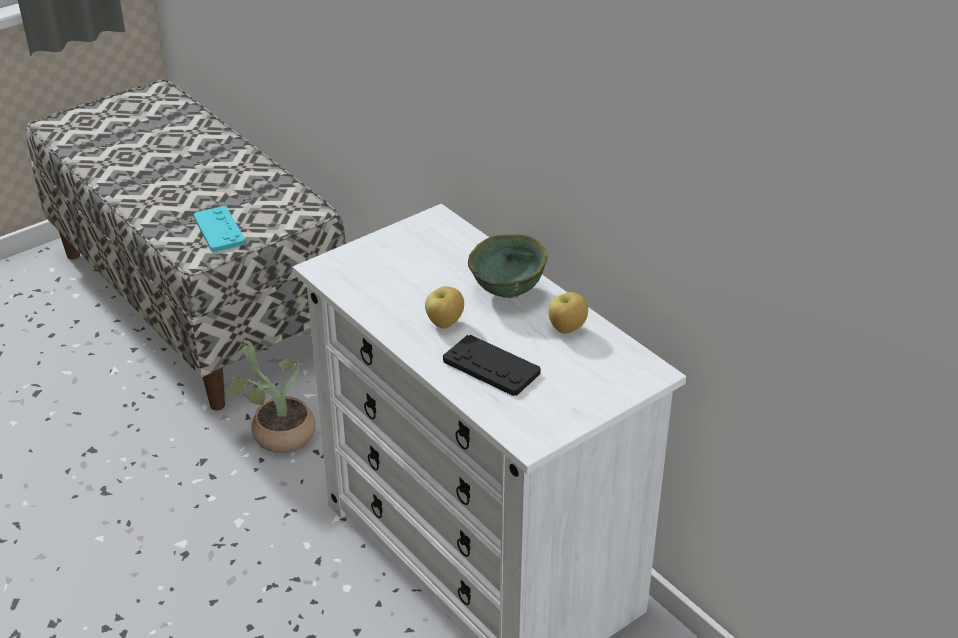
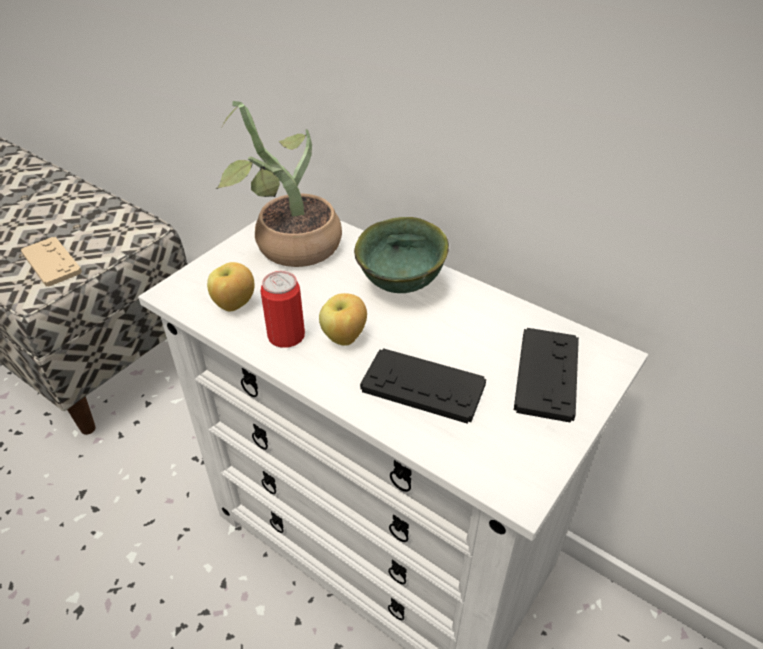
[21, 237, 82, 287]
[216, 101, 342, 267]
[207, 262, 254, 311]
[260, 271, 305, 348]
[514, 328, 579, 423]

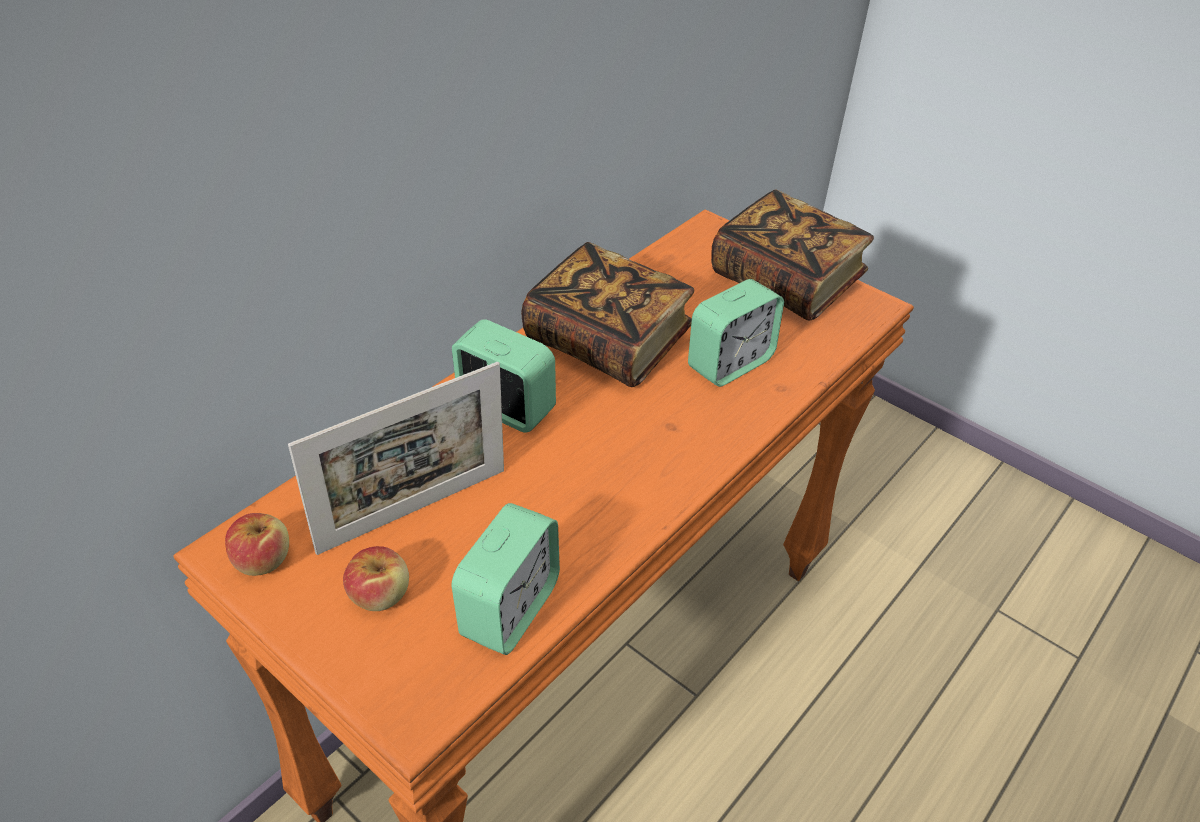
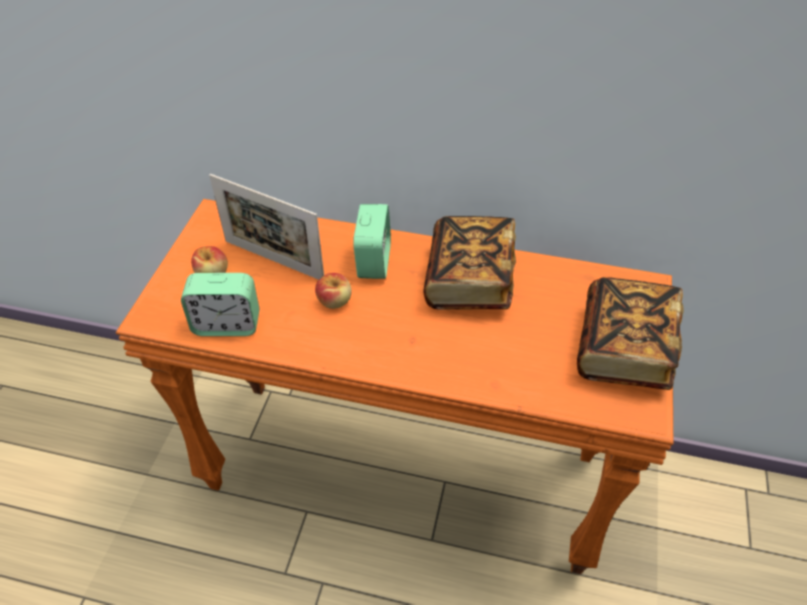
[315, 273, 352, 309]
[688, 279, 784, 387] (first image)

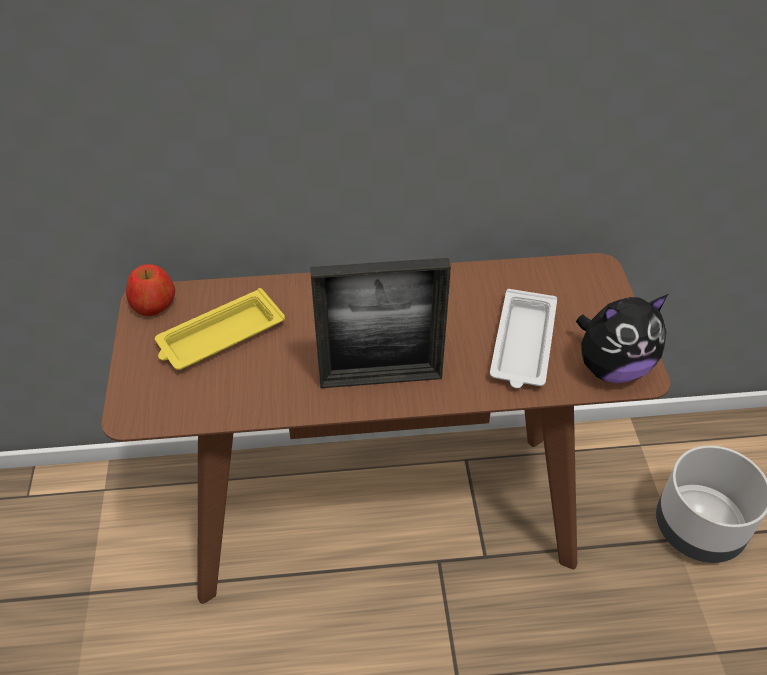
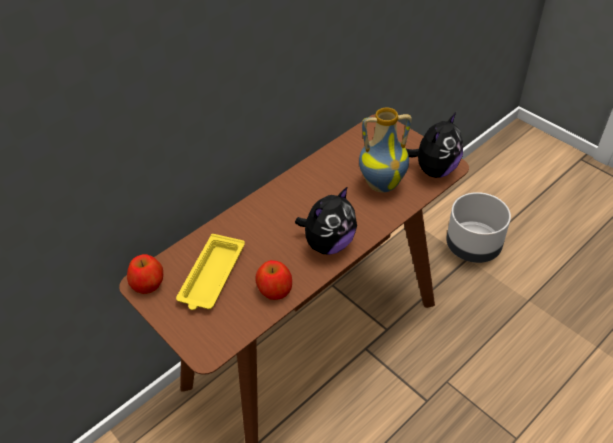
[295, 186, 357, 255]
[359, 107, 412, 192]
[255, 260, 292, 300]

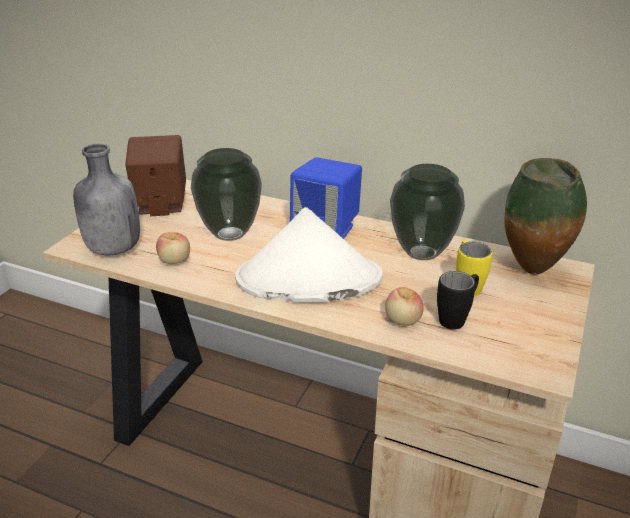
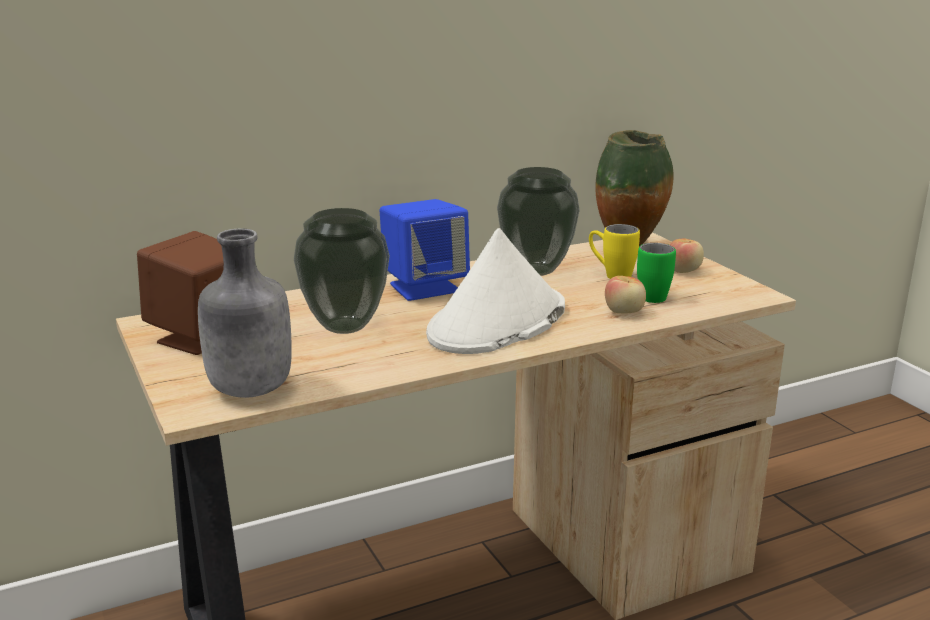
[669, 238, 704, 273]
[637, 243, 676, 303]

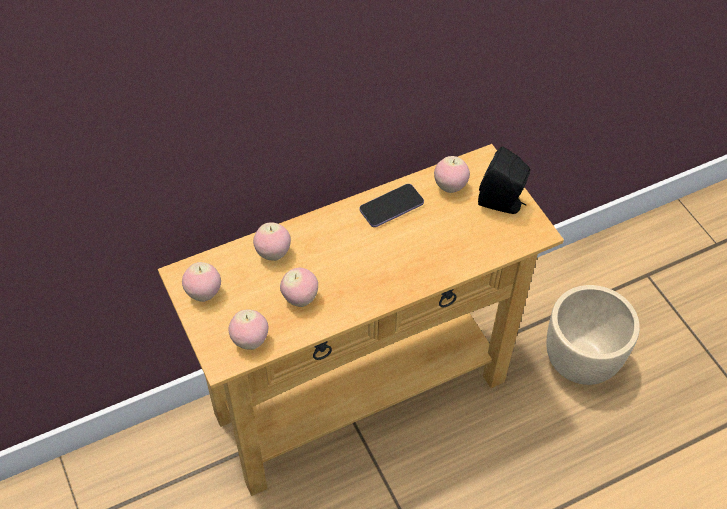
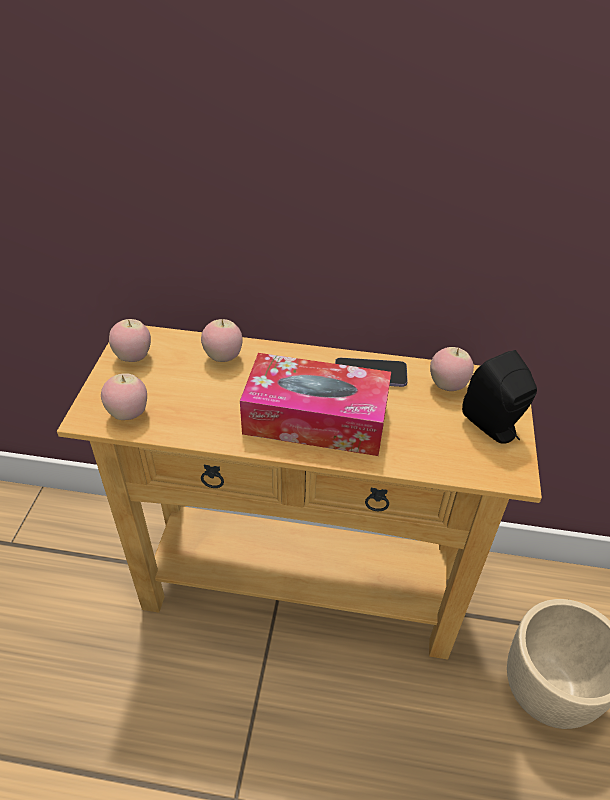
[280, 268, 318, 307] (first image)
[240, 353, 391, 456]

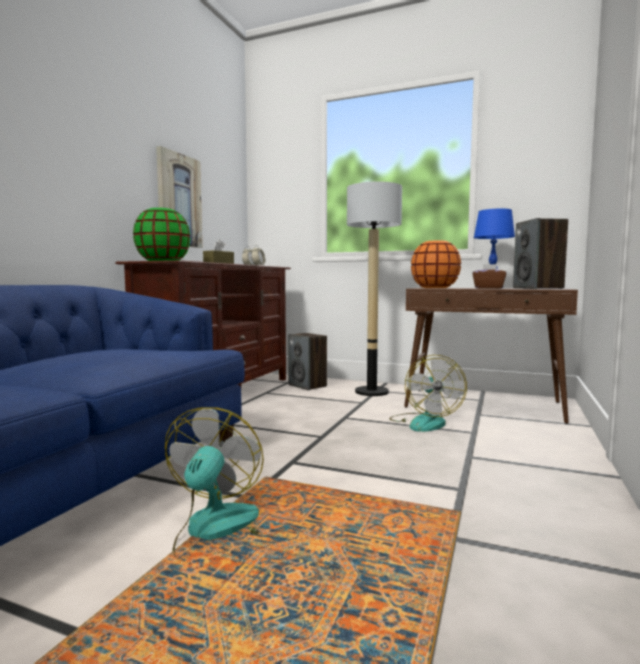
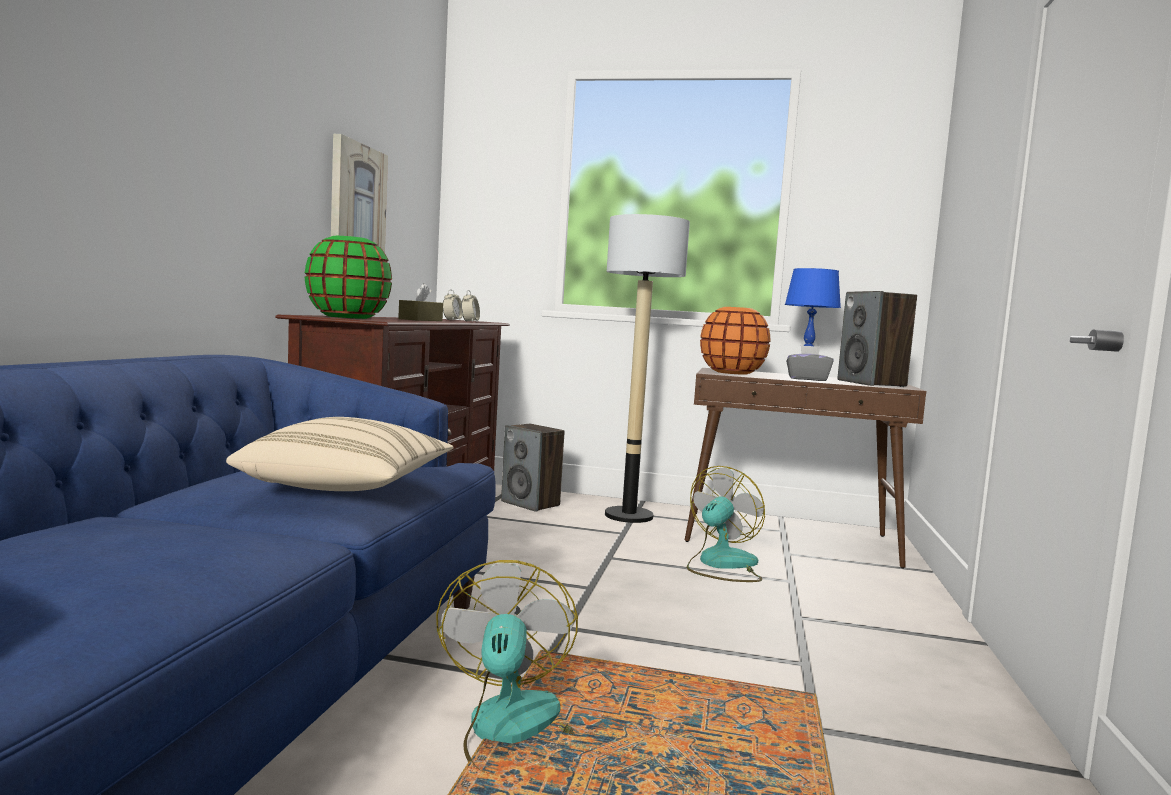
[687, 466, 765, 582]
[786, 345, 834, 381]
[226, 417, 453, 491]

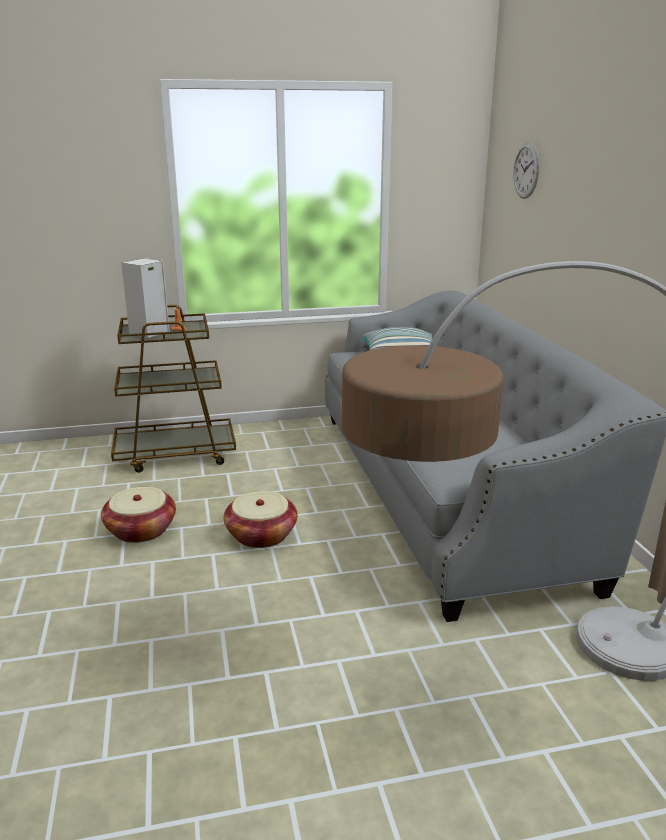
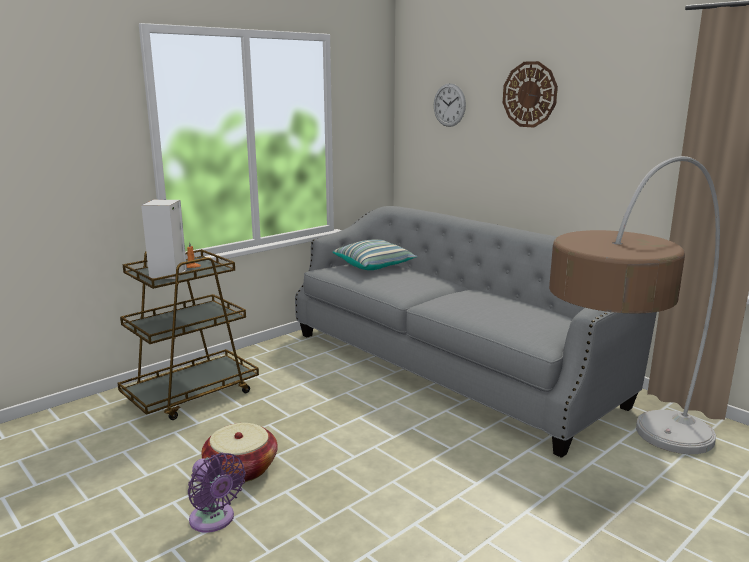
[224, 491, 298, 548] (first image)
[188, 453, 246, 533]
[503, 61, 558, 128]

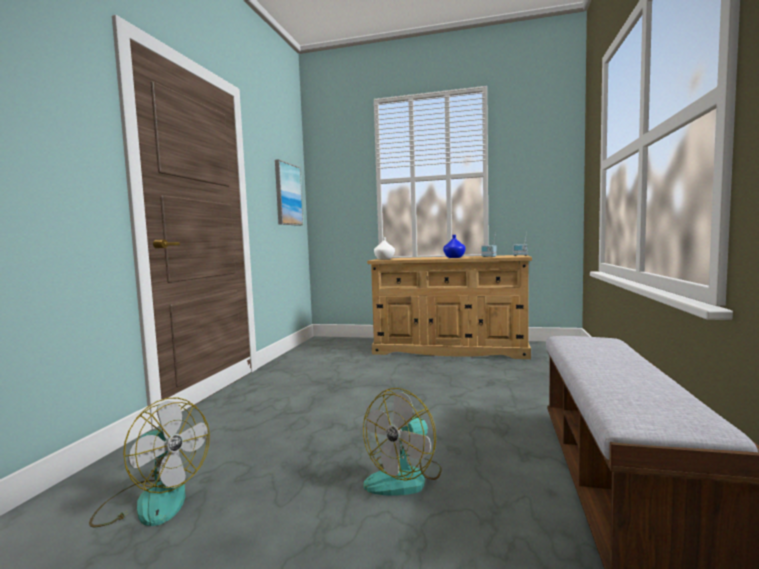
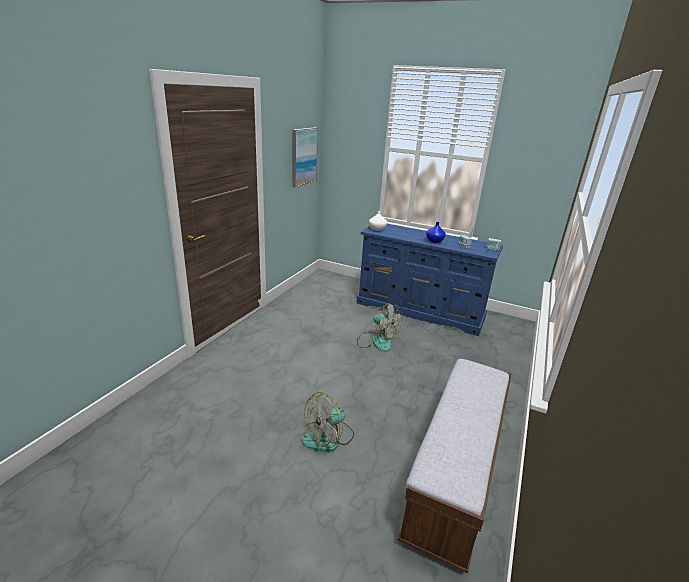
[357, 303, 402, 352]
[356, 224, 503, 336]

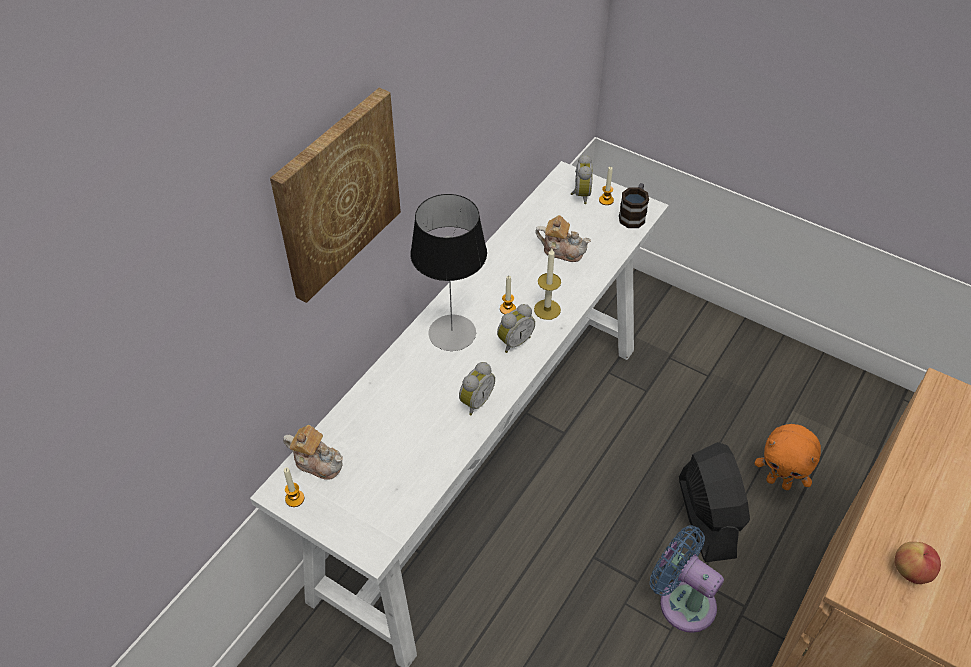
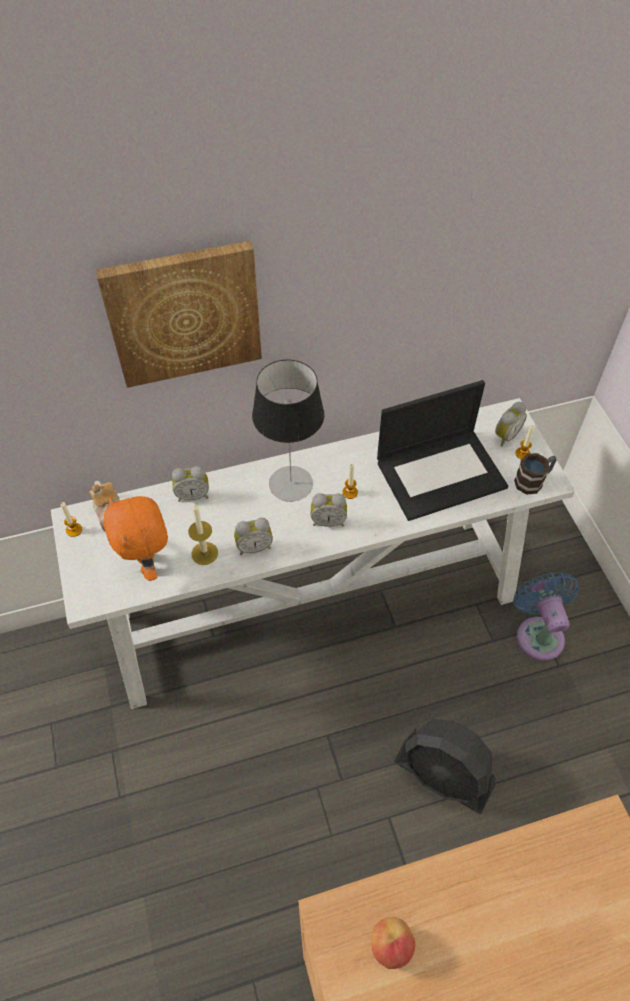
[188, 503, 218, 565]
[377, 380, 508, 521]
[513, 572, 579, 661]
[394, 719, 495, 814]
[103, 496, 168, 581]
[172, 466, 209, 502]

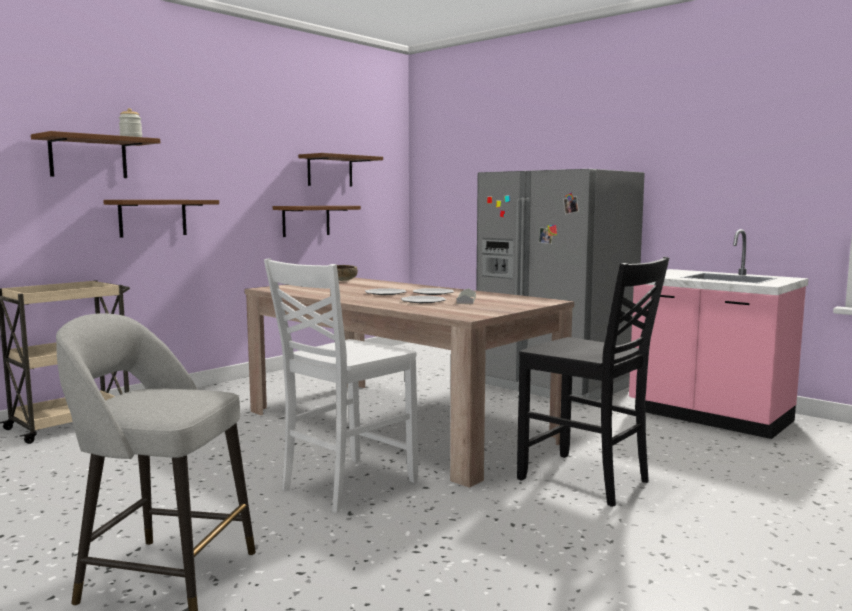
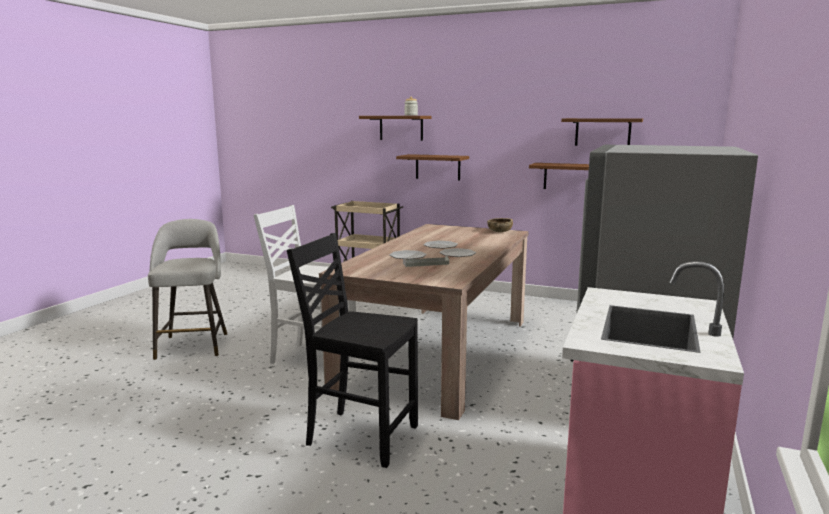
[287, 233, 418, 468]

